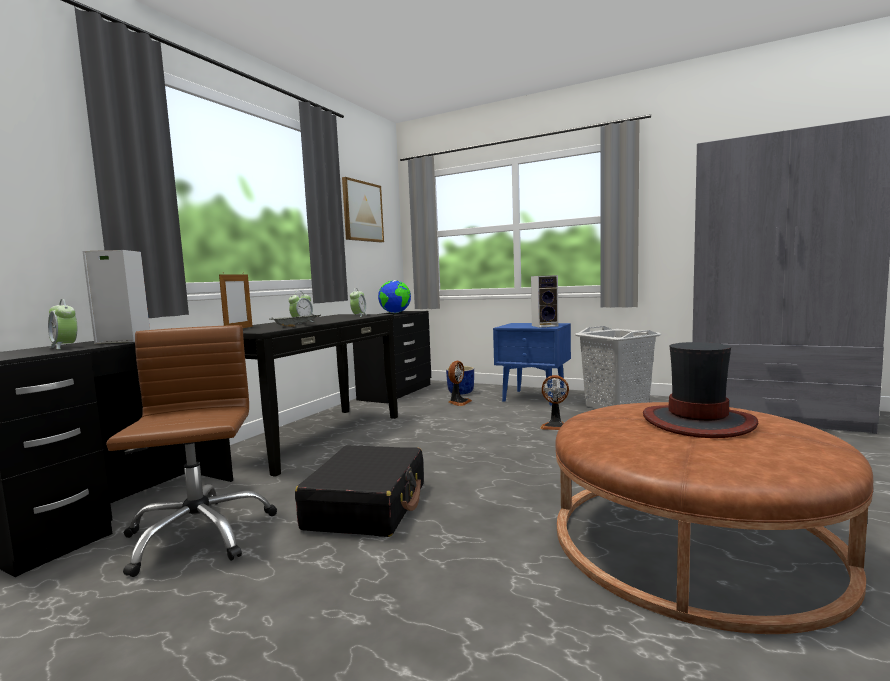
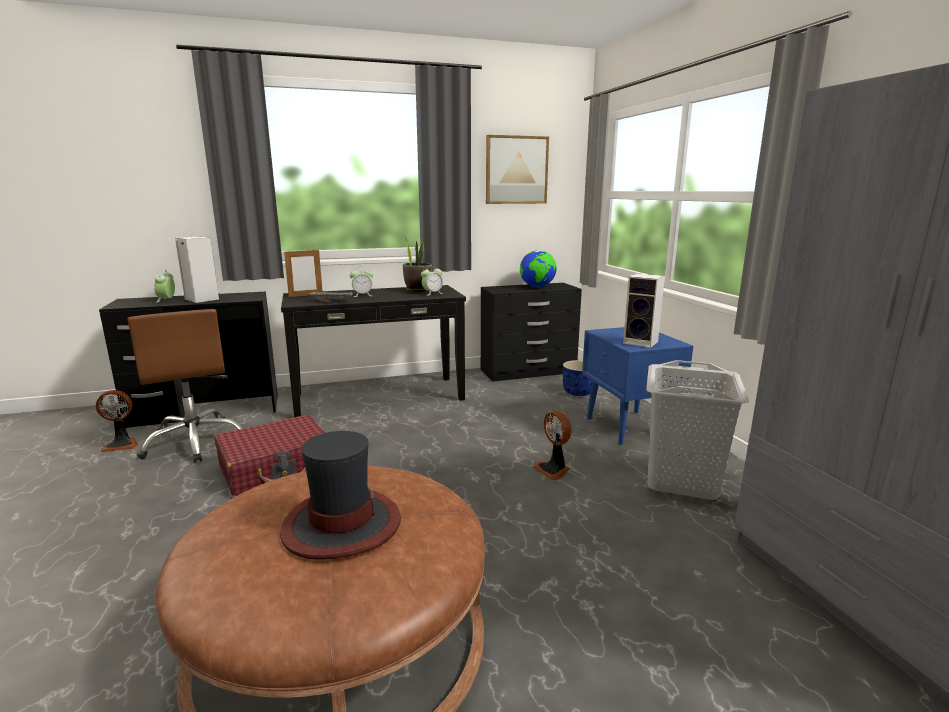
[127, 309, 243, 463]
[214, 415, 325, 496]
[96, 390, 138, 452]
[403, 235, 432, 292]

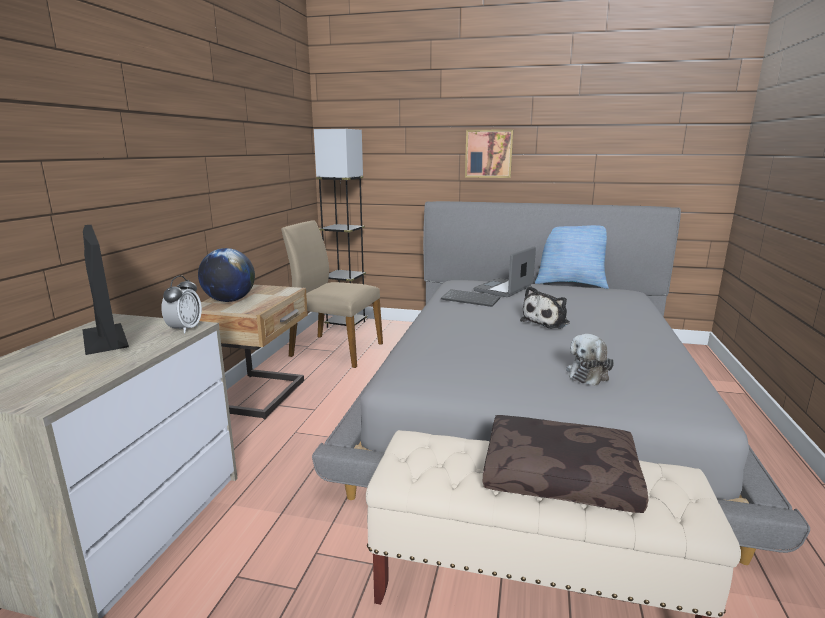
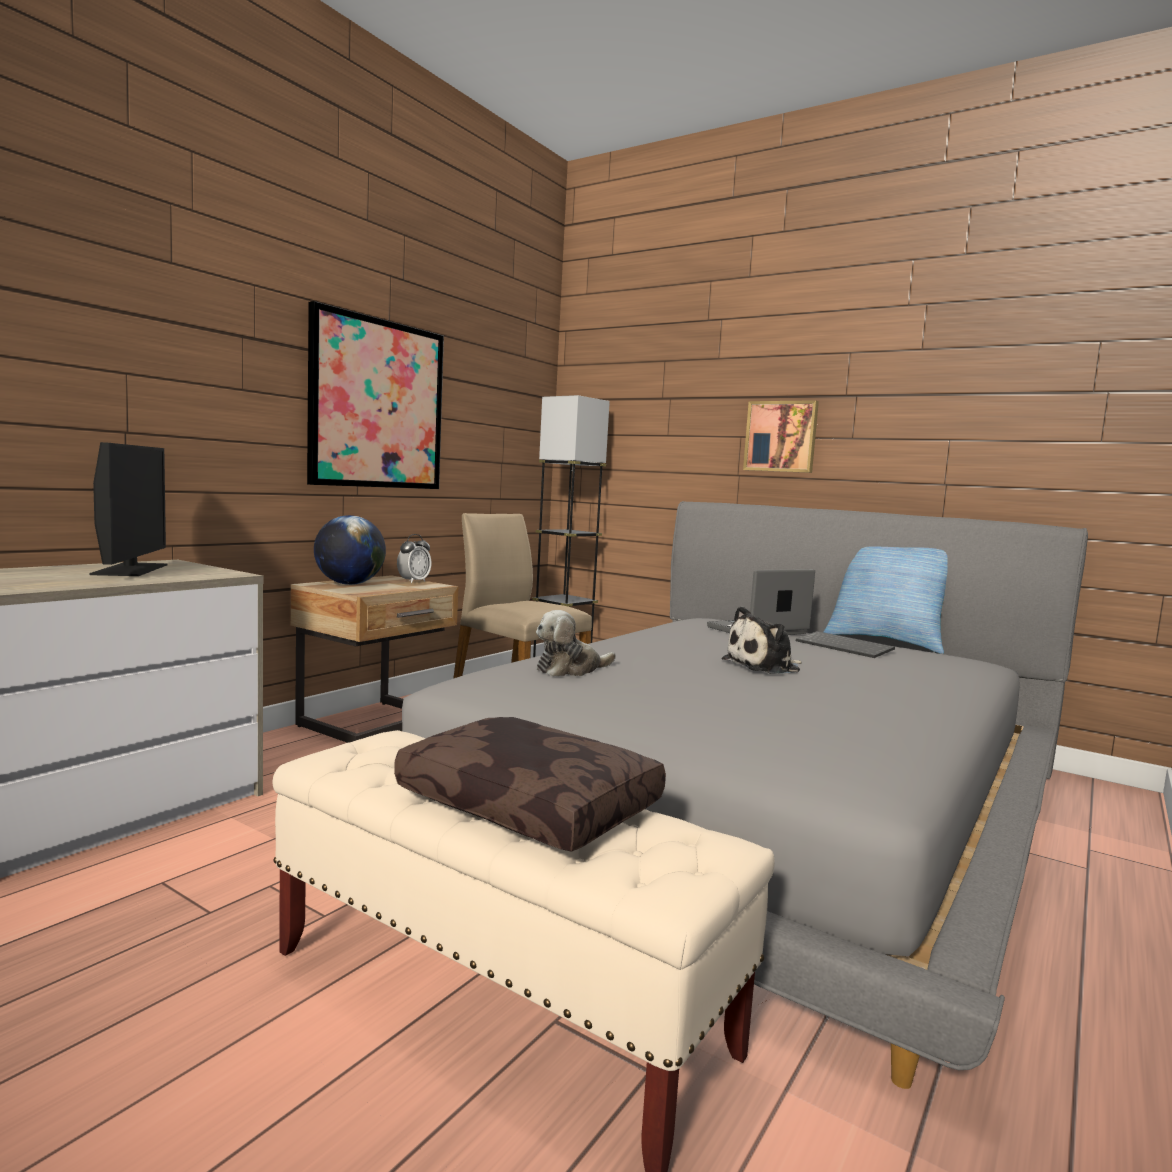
[397, 534, 432, 583]
[796, 631, 895, 658]
[536, 610, 616, 677]
[307, 301, 444, 489]

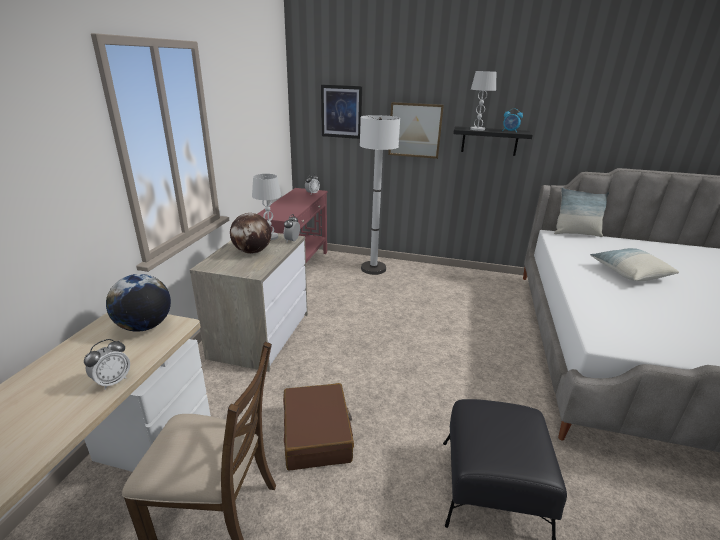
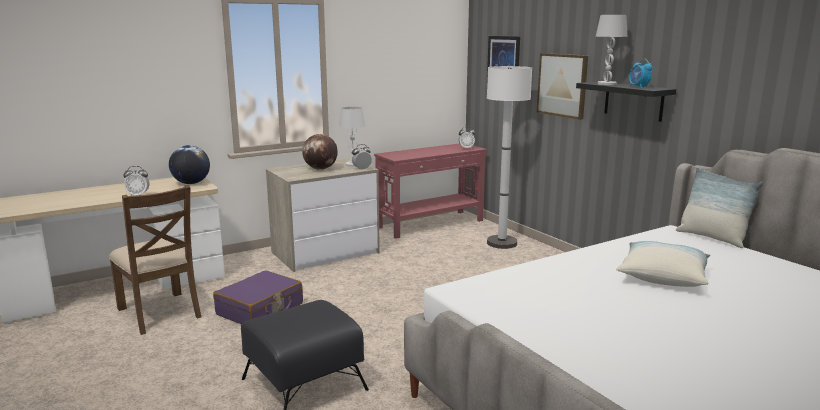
[213, 270, 303, 324]

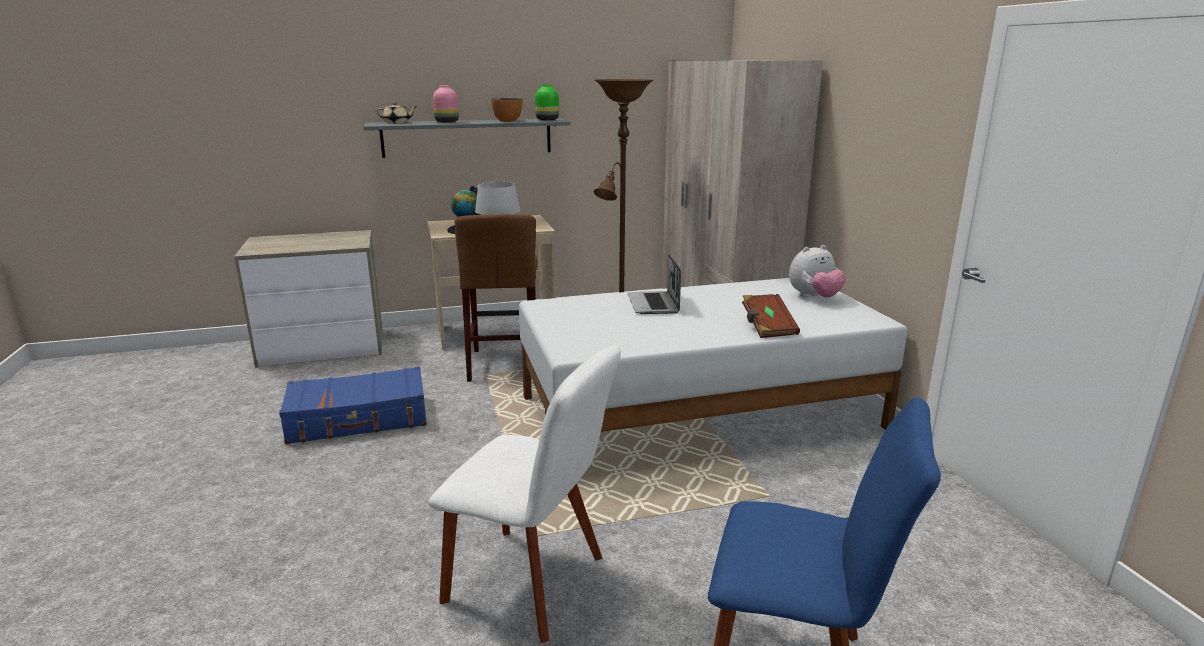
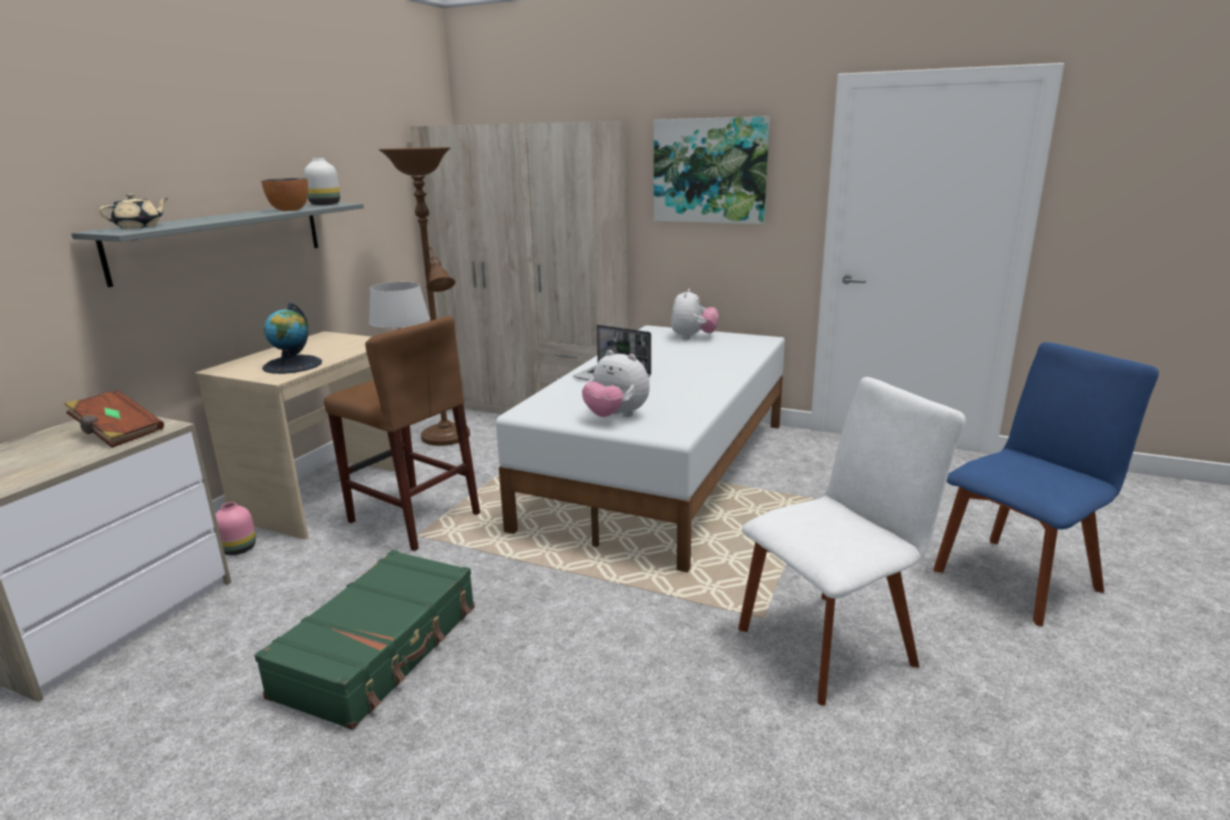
[254, 550, 475, 730]
[215, 502, 256, 555]
[304, 158, 340, 205]
[64, 390, 164, 448]
[582, 350, 650, 417]
[654, 116, 770, 224]

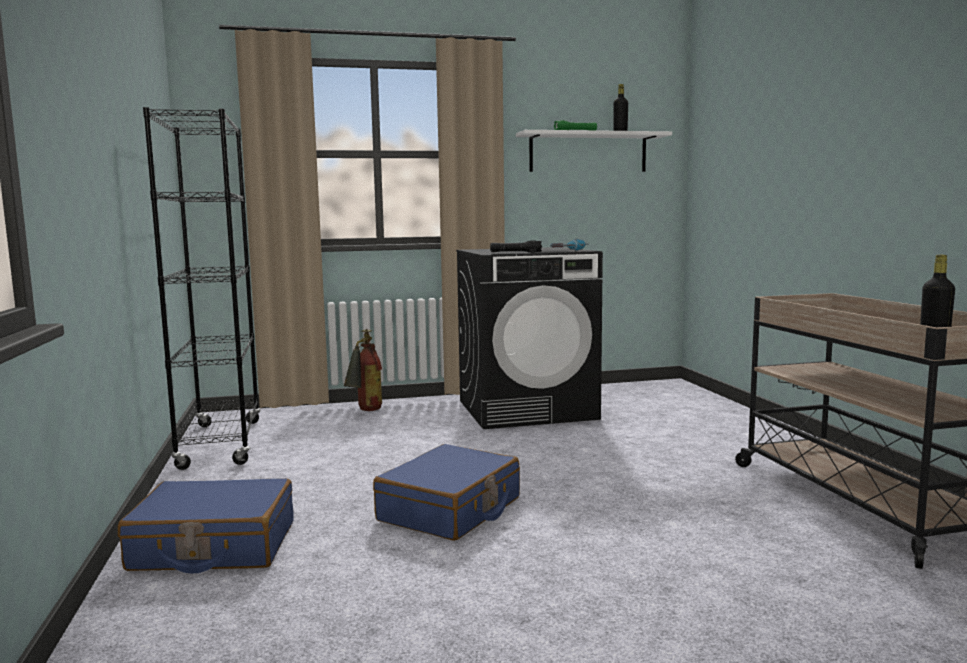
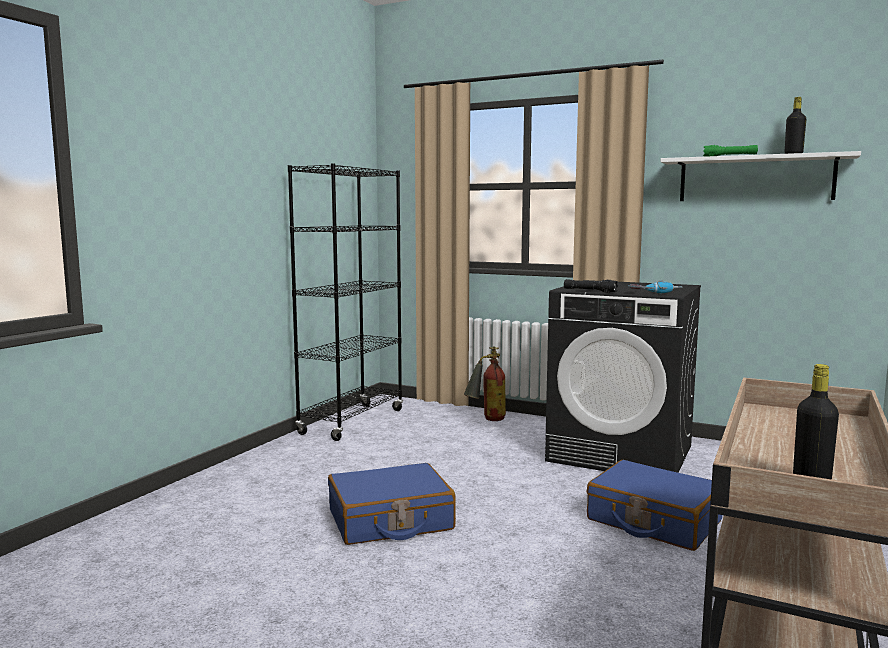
[587, 460, 722, 551]

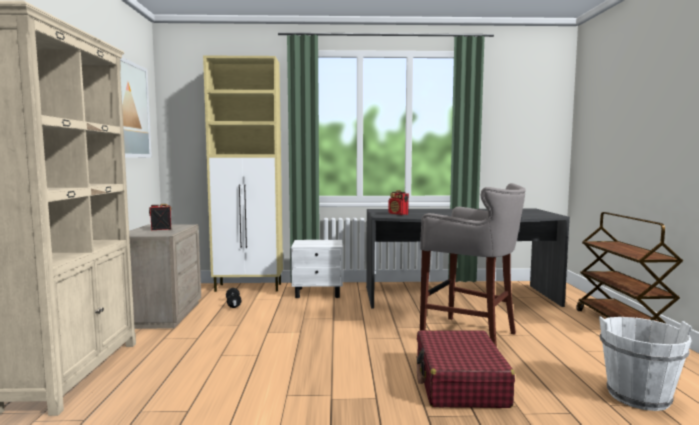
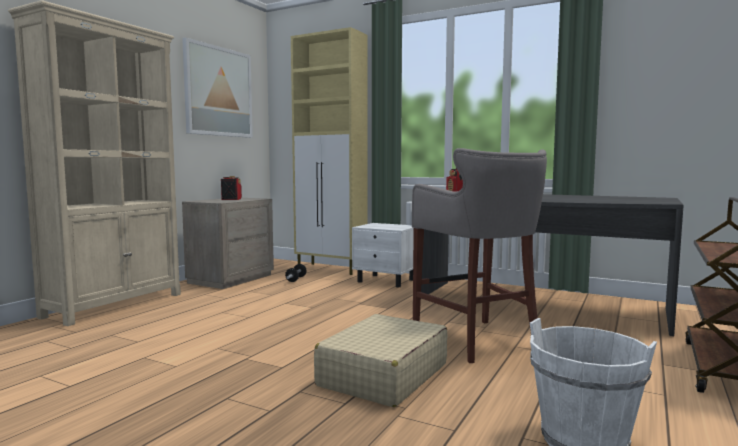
[314, 314, 447, 407]

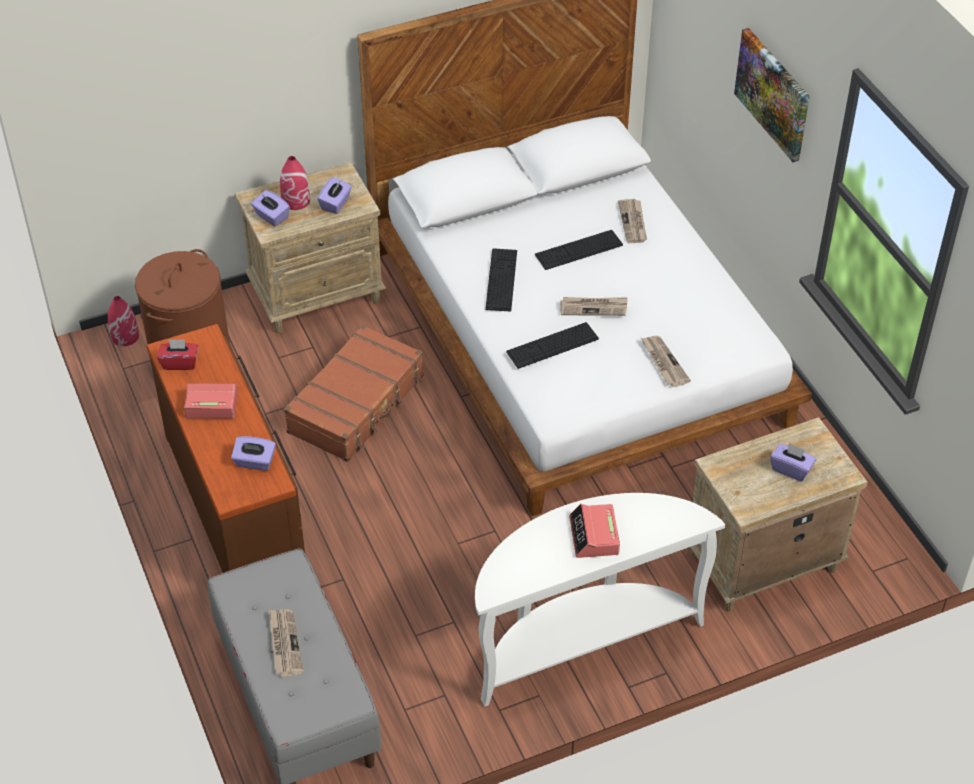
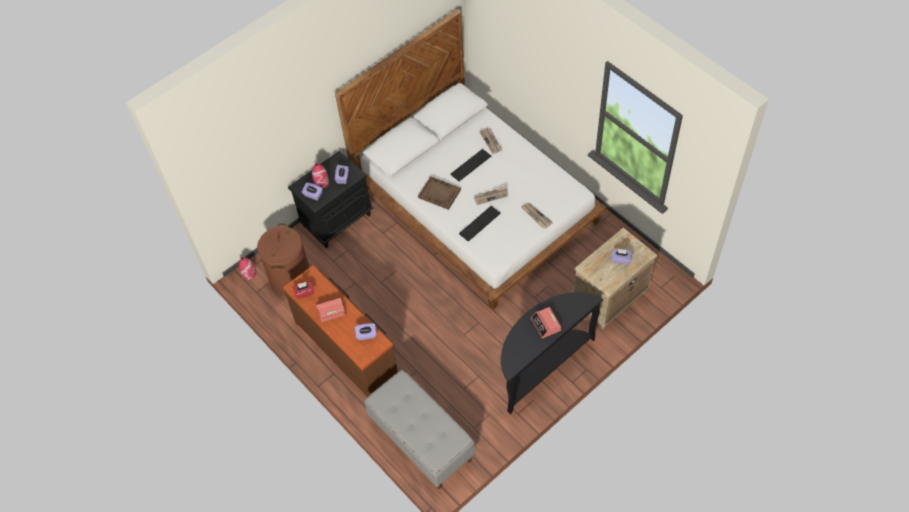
[288, 151, 373, 248]
[269, 609, 304, 677] (first image)
[284, 325, 424, 462] (first image)
[501, 292, 603, 414]
[418, 176, 461, 210]
[734, 28, 810, 162] (first image)

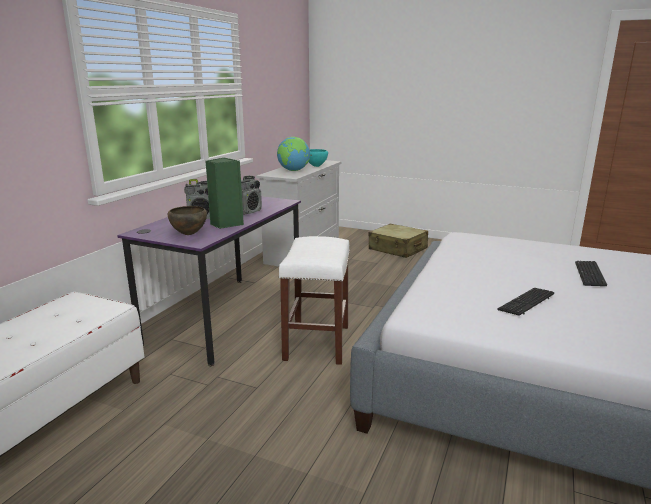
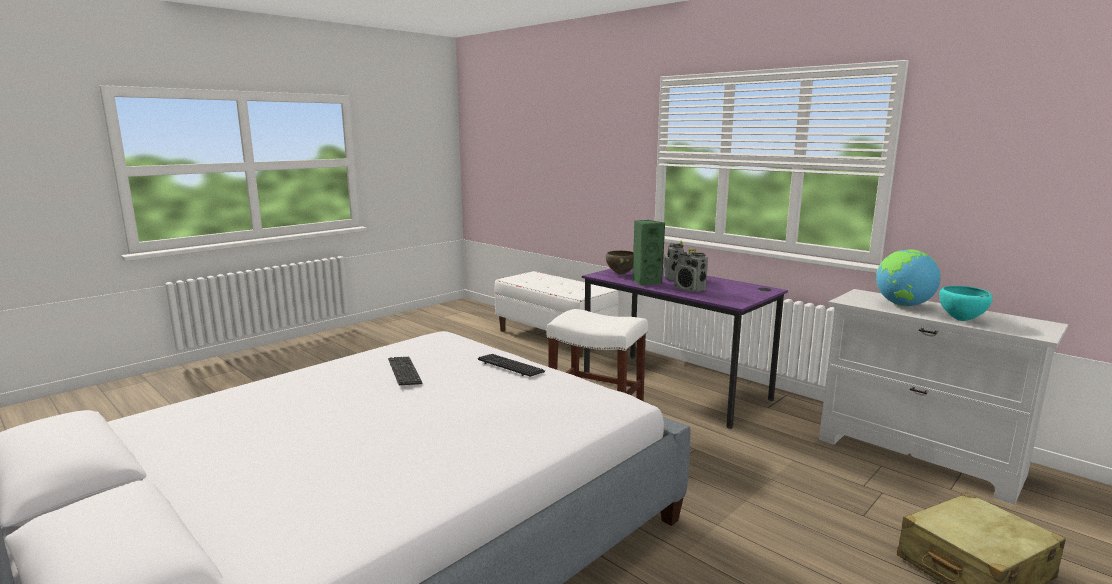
[477, 354, 545, 377]

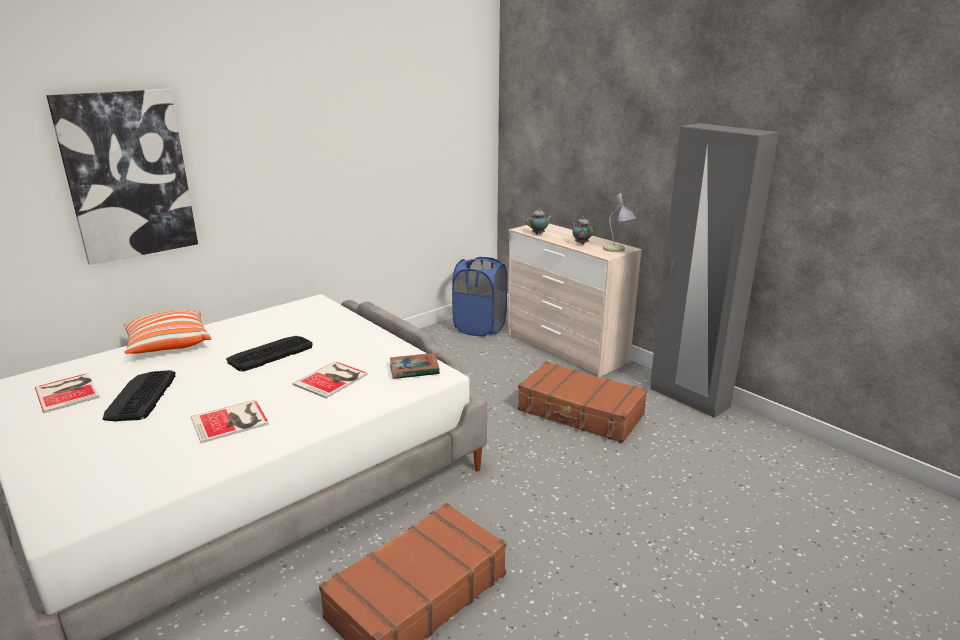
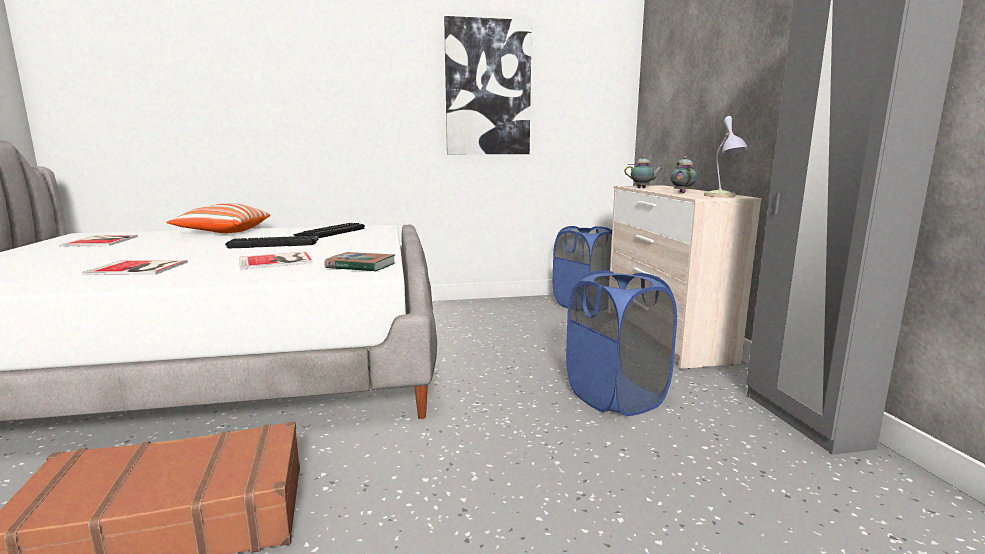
[444, 16, 532, 154]
[293, 223, 365, 238]
[566, 270, 677, 416]

